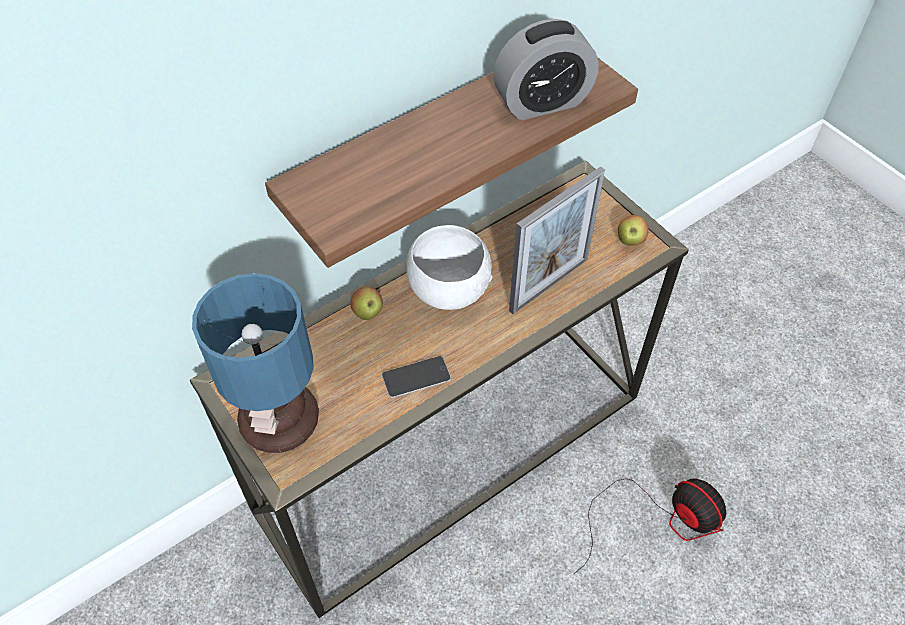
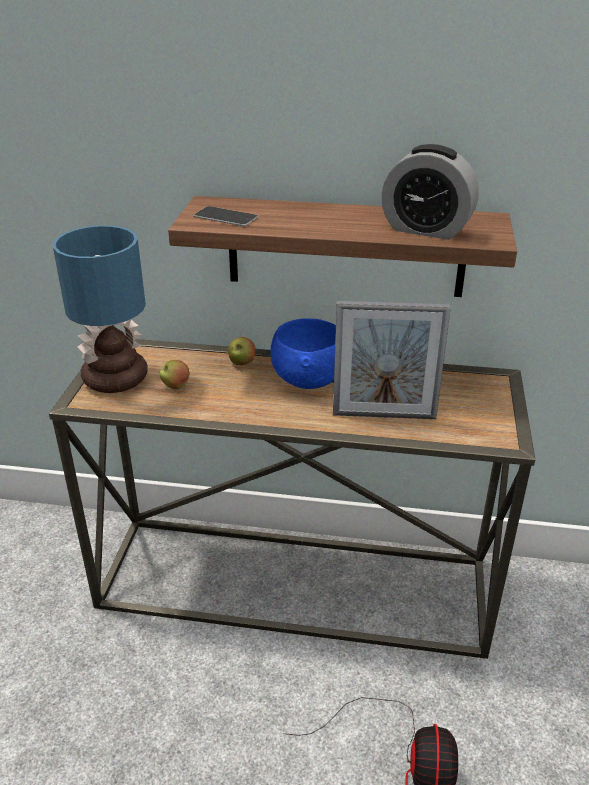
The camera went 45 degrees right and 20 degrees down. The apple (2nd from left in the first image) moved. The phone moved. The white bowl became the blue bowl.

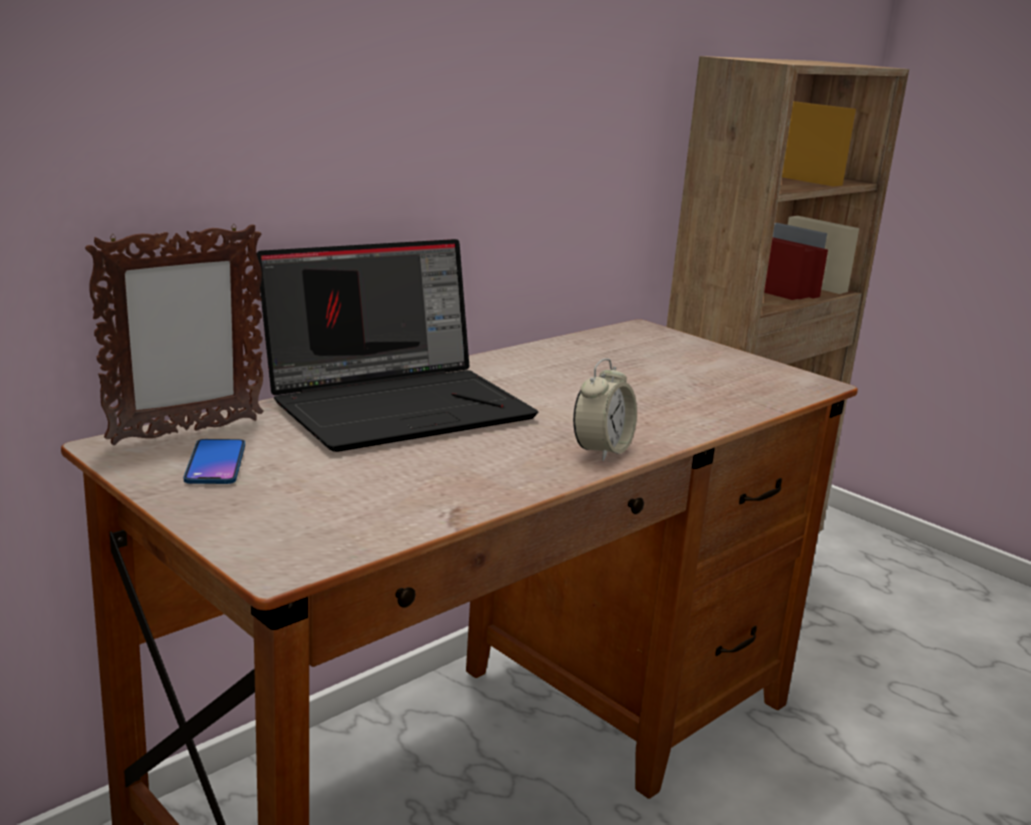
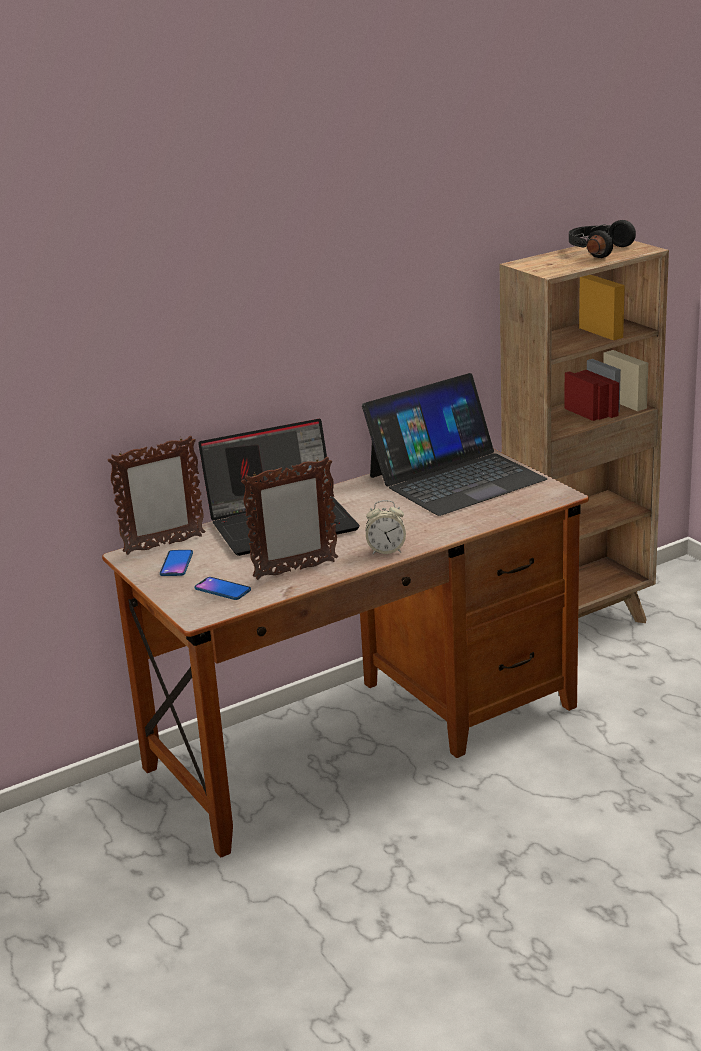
The camera went 15 degrees right and 5 degrees up. The phone (2nd from left) appeared. The picture frame (2nd from left) appeared. The laptop (2nd from left) appeared. The alarm clock turned 45 degrees clockwise. The black headphones appeared.

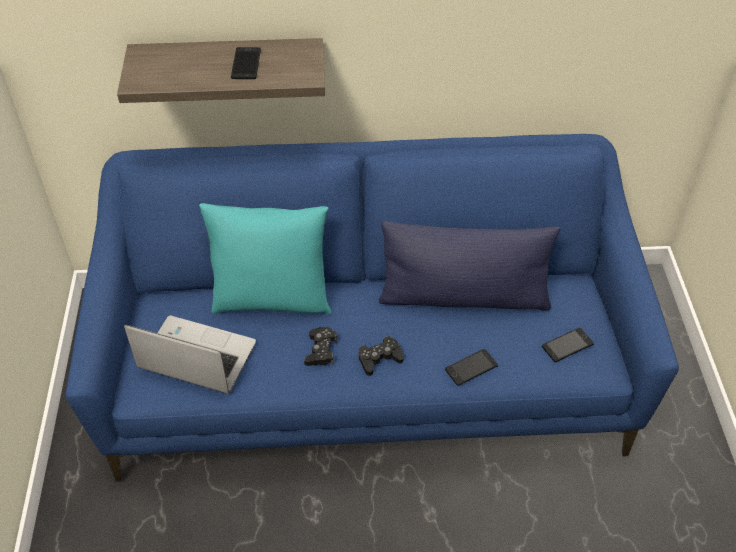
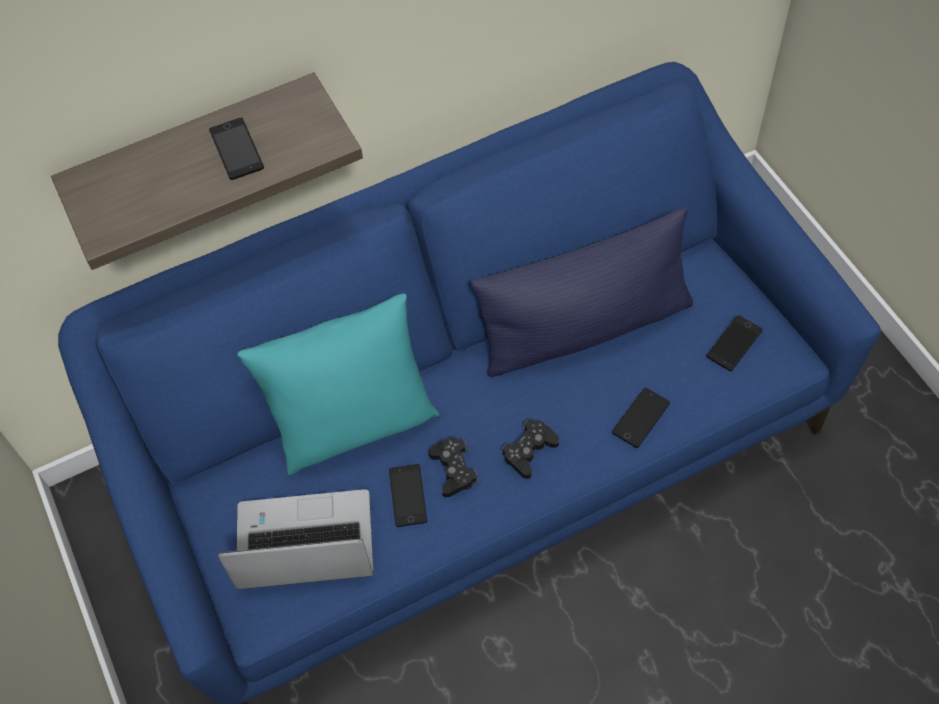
The camera went 20 degrees left and 10 degrees up. The phone (2nd from left) appeared.

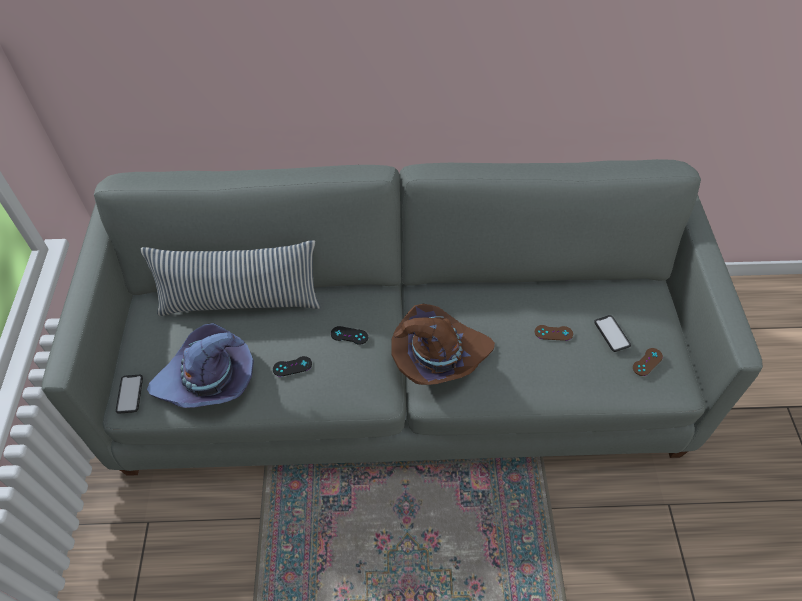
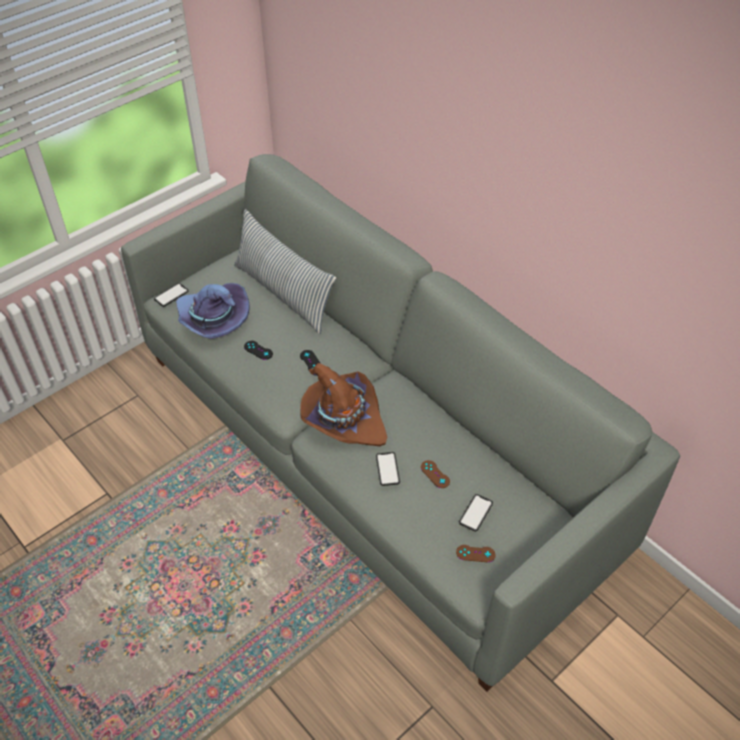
The camera went 50 degrees right and 5 degrees down. The phone (2nd from left) appeared.

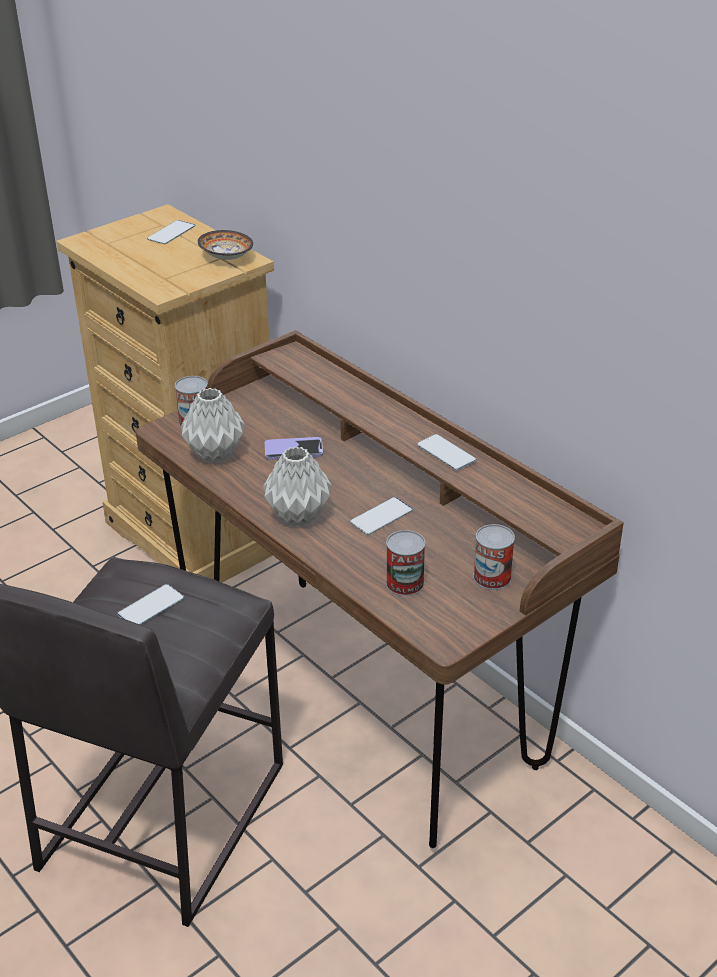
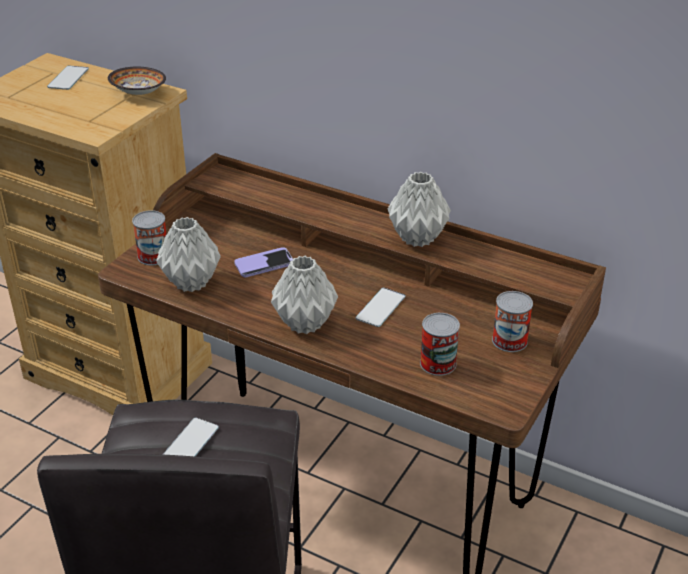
The camera went 20 degrees left and 0 degrees up. The phone (5th from left) was replaced by the grey vase (3rd from left).

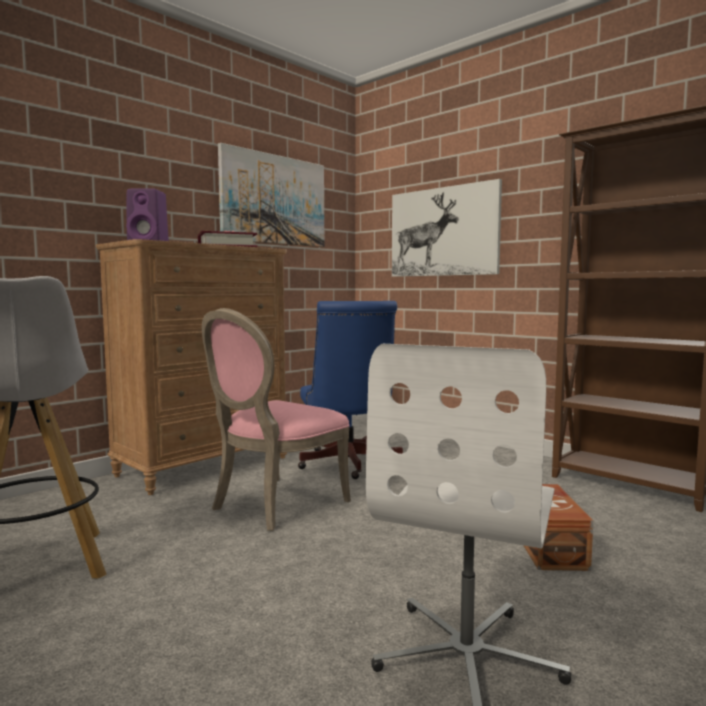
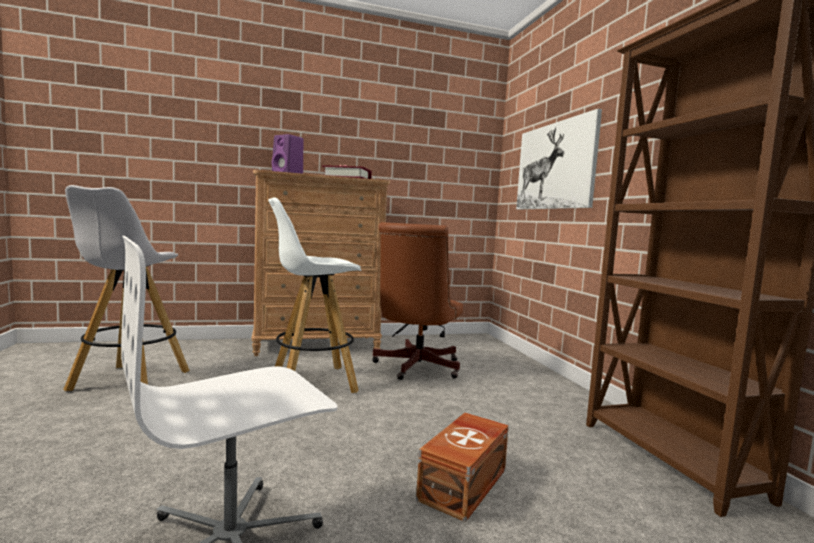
The camera went 30 degrees right and 0 degrees up. The pink chair was replaced by the white stool (2nd from left). The blue office chair became the brown office chair. The picture (1st from left) disappeared.

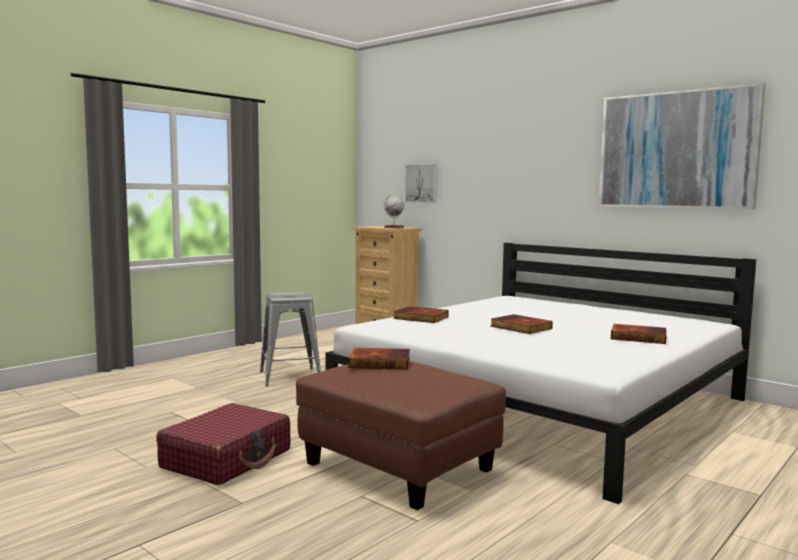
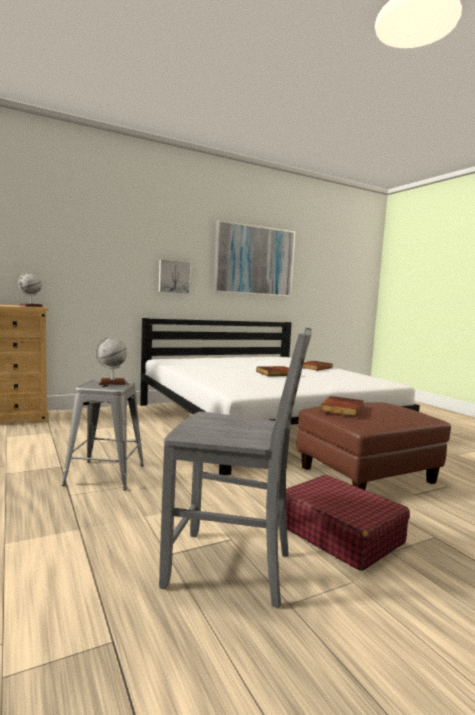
The camera went 70 degrees left and 0 degrees up. The globe (2nd from left) appeared. The picture (1st from left) moved. The grey chair appeared. The book (2nd from left) disappeared.

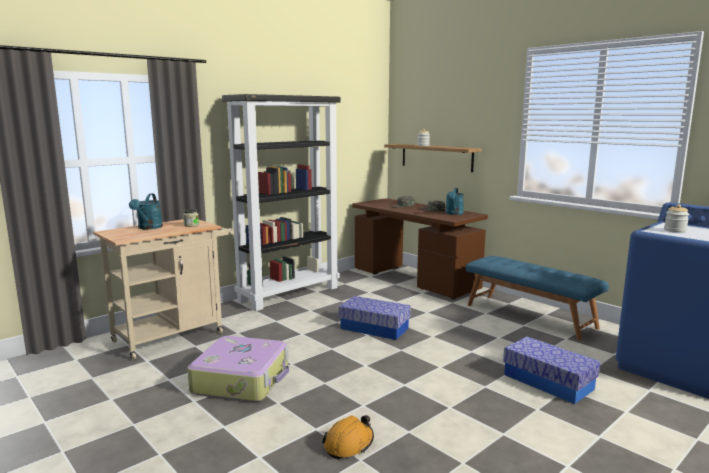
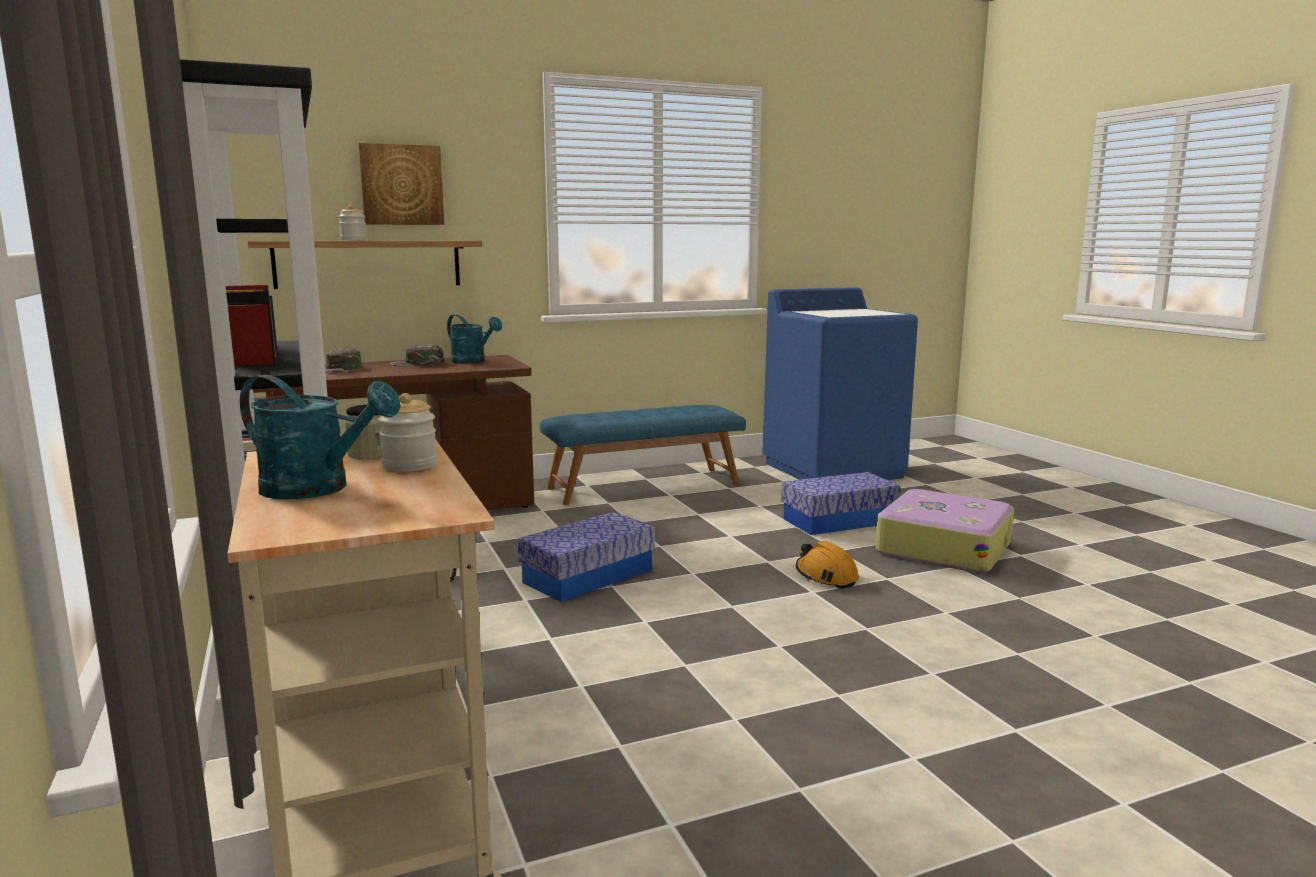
The camera went 70 degrees left and 0 degrees up. The picture appeared. The jar (3rd from left) moved. The orange hard hat moved. The suitcase moved.

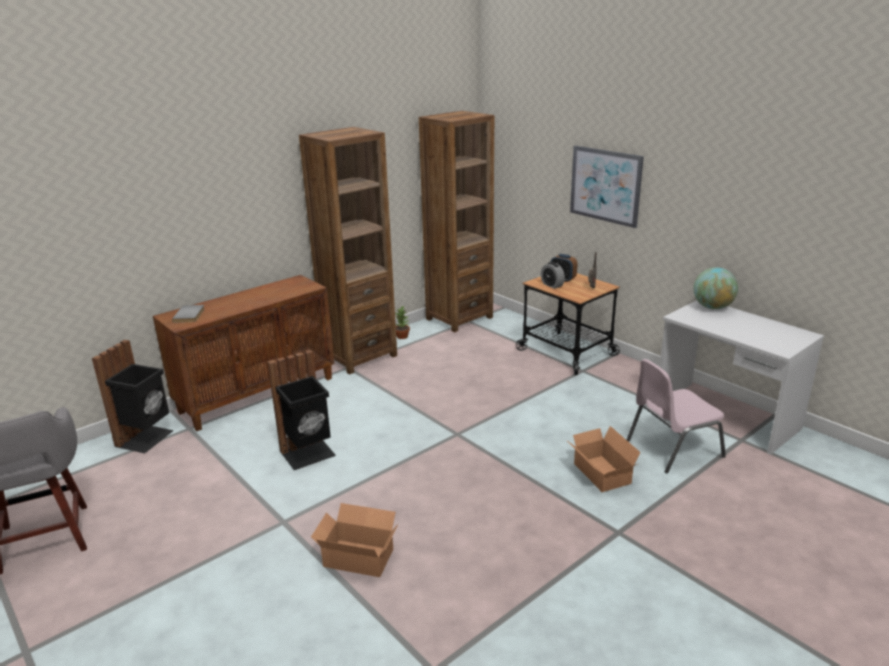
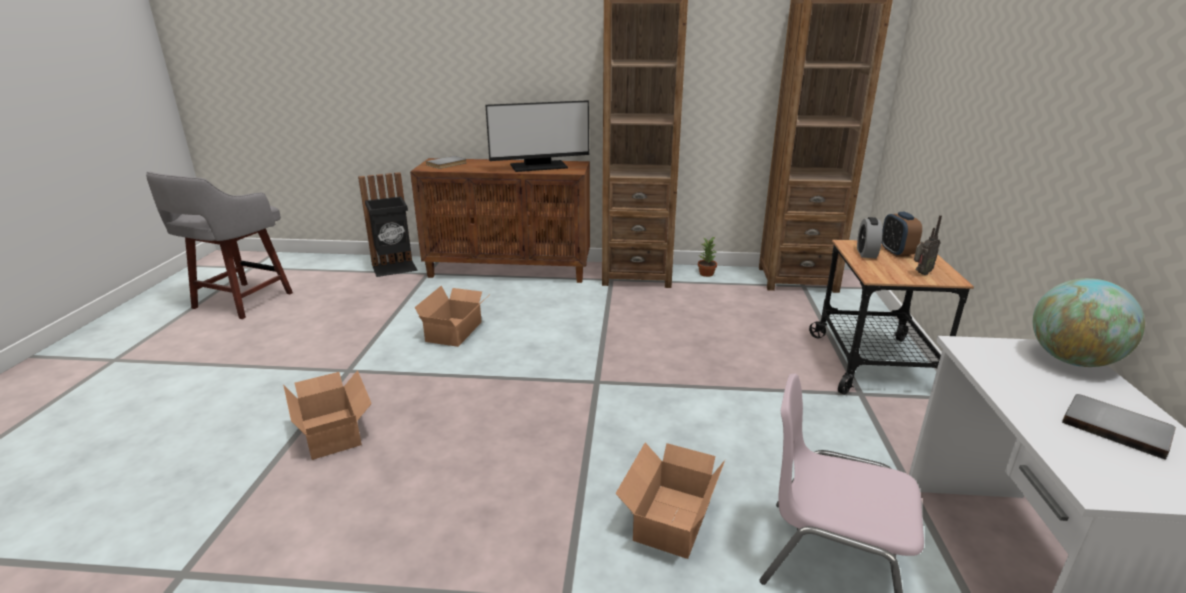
The camera went 45 degrees right and 0 degrees up. The black trash can (2nd from left) was replaced by the cardboard box (2nd from left). The monitor appeared. The grey book (2nd from left) appeared. The picture disappeared.

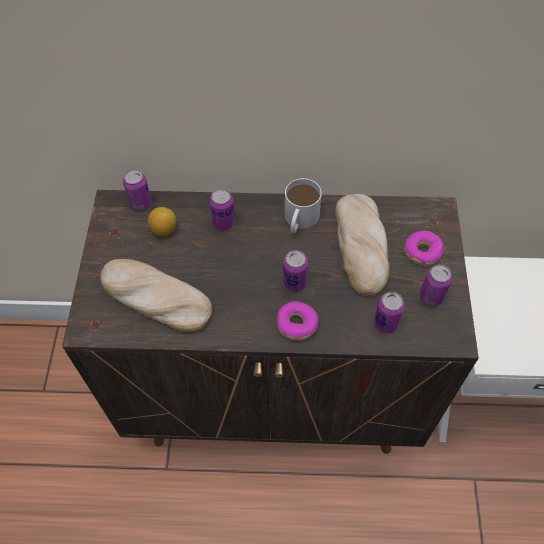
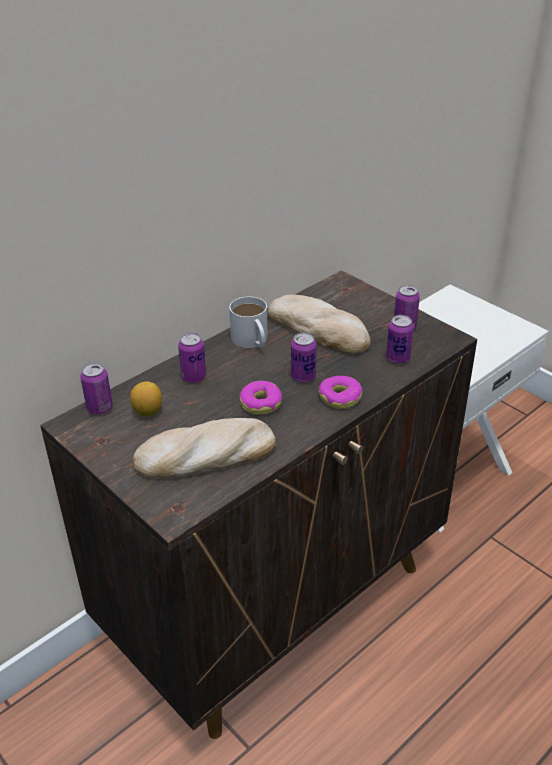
The camera went 45 degrees left and 20 degrees down. The donut (2nd from left in the first image) moved.

